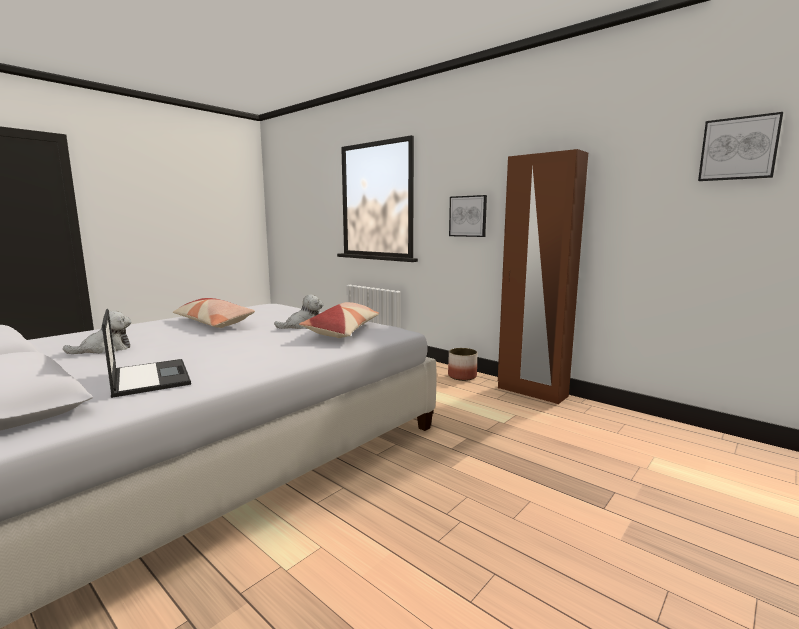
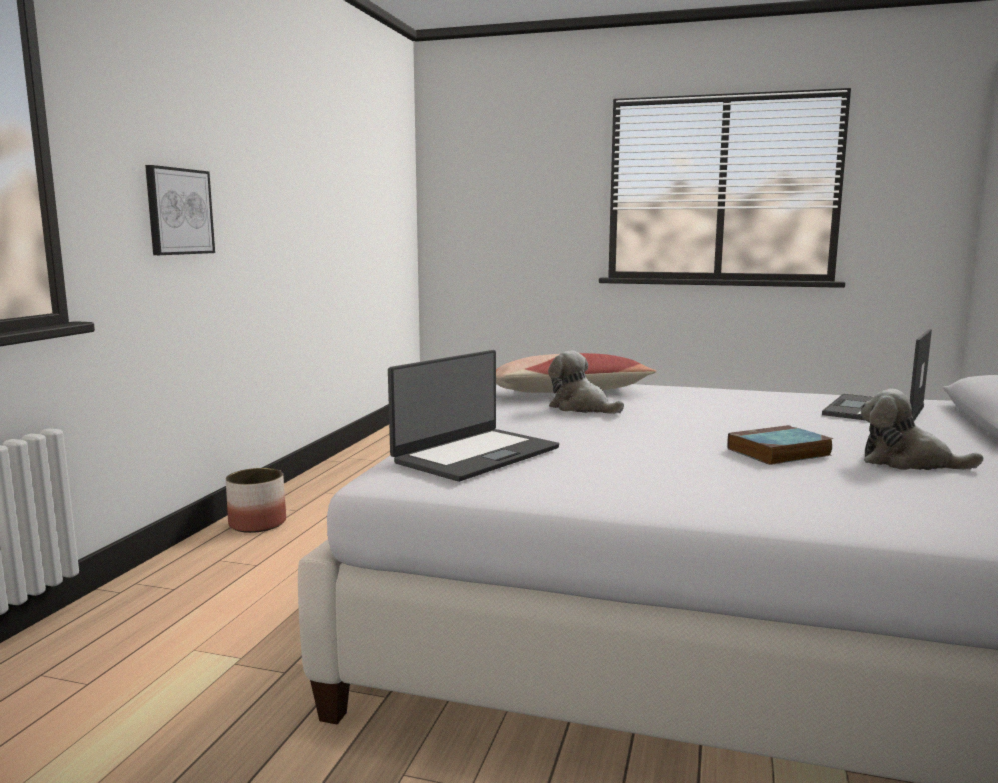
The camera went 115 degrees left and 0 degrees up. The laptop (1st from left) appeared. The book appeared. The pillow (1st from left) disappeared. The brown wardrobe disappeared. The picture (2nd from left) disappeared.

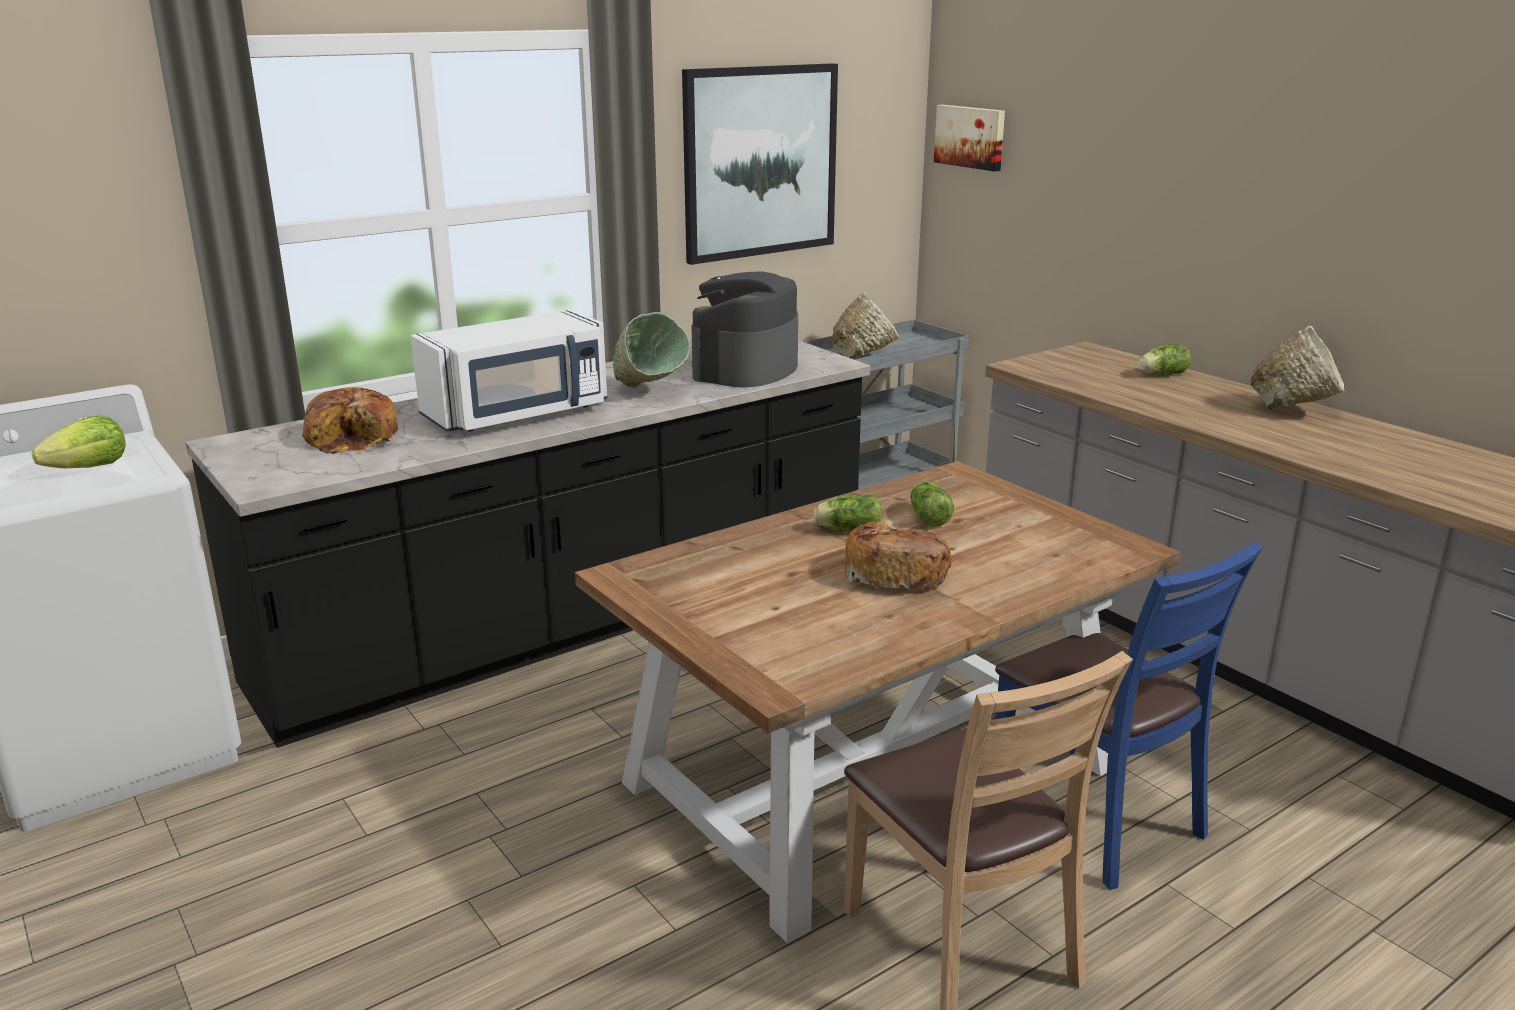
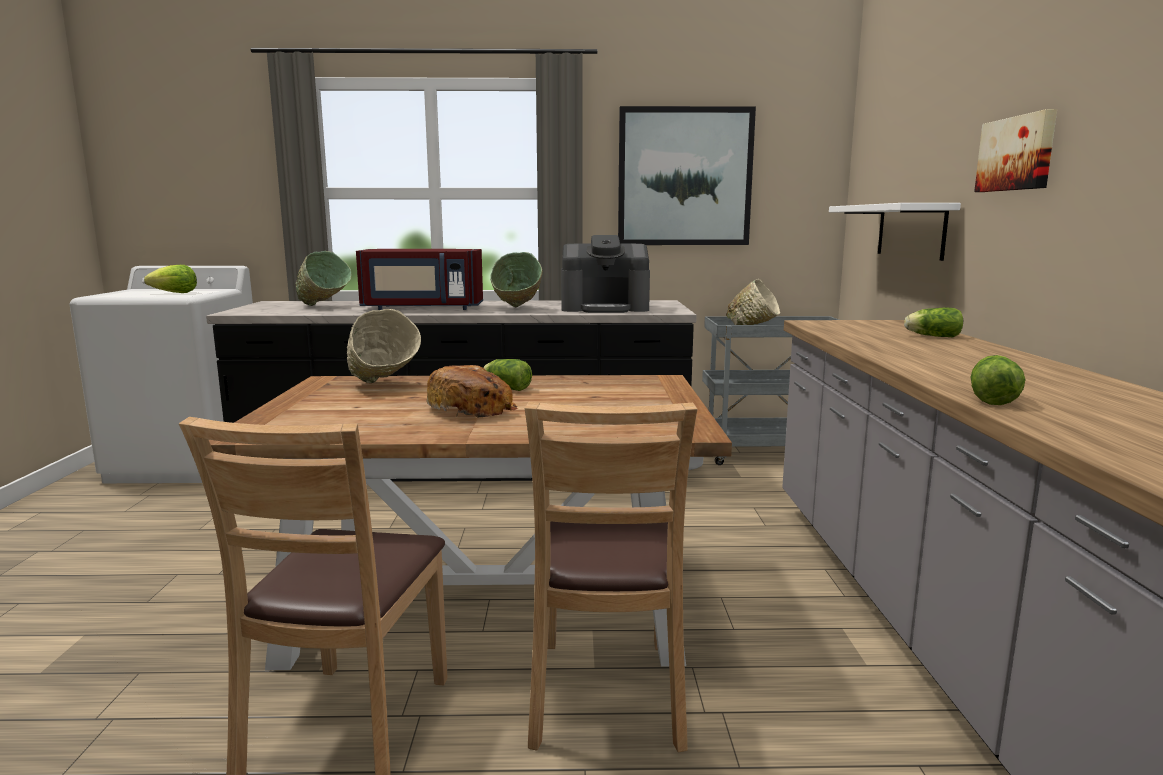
The camera went 35 degrees right and 10 degrees down. The bread (1st from left) was replaced by the green bowl (1st from left). The beige bowl (2nd from left in the first image) moved. The white microwave became the red microwave. The blue chair became the brown chair (2nd from left). The coffee machine turned 150 degrees counterclockwise. The white shelf appeared. The lettuce (3rd from left in the first image) moved. The picture (2nd from left) moved.

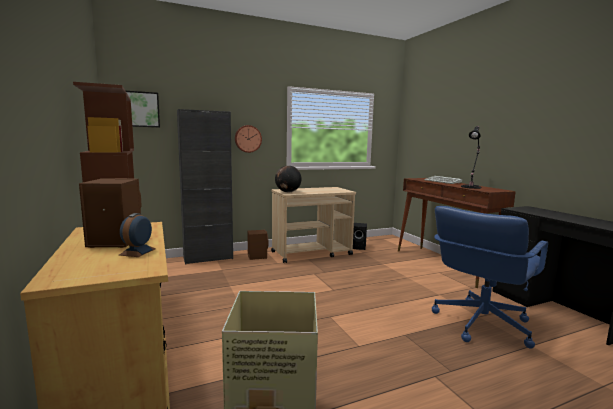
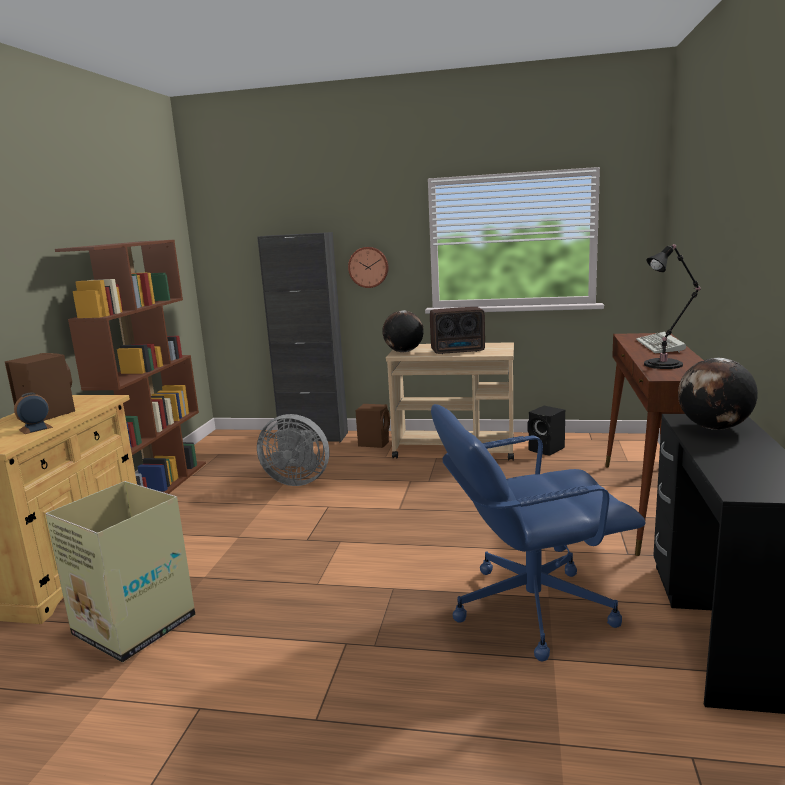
The camera went 35 degrees right and 5 degrees up. The grey fan appeared. The radio appeared. The globe (2nd from left) appeared. The picture disappeared.

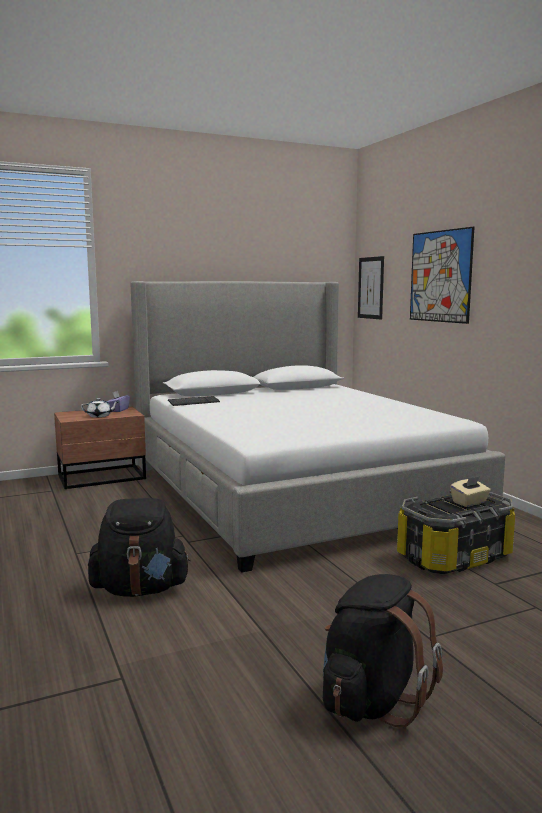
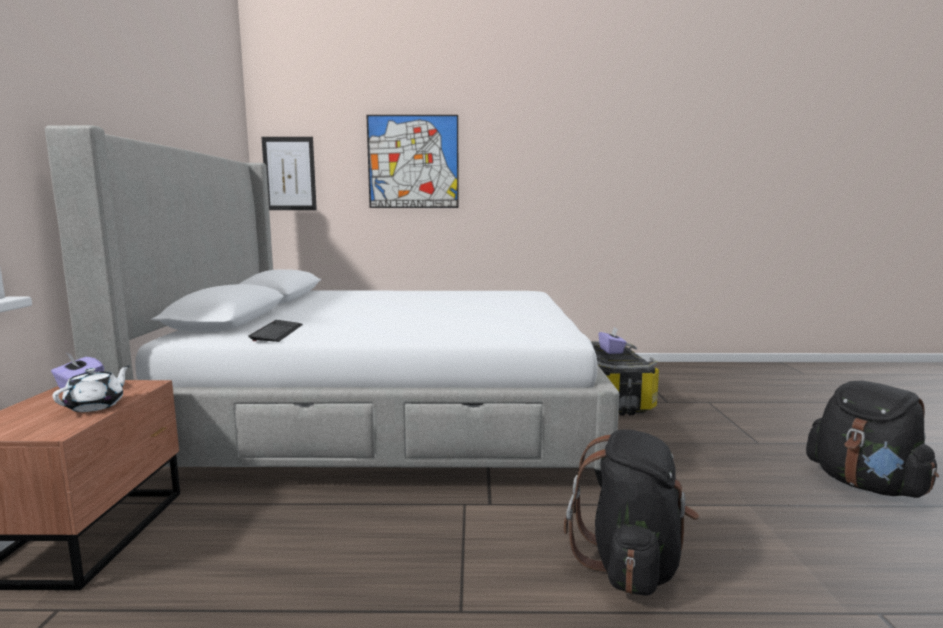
The camera went 65 degrees left and 0 degrees up. The beige tissue box became the purple tissue box (2nd from left).

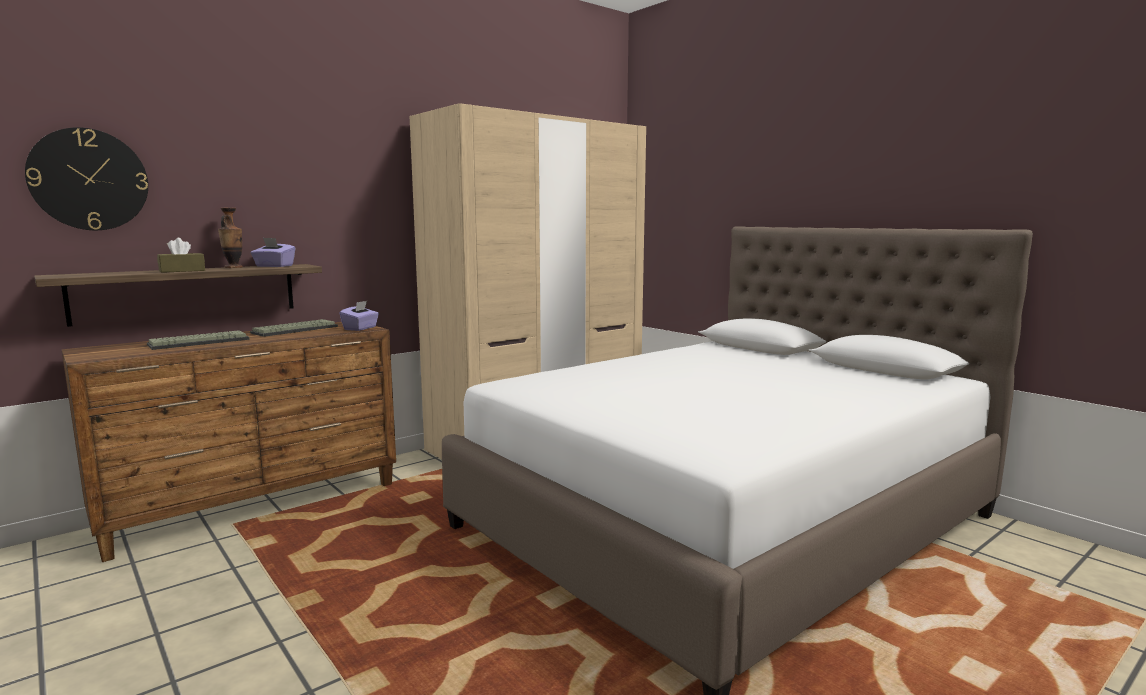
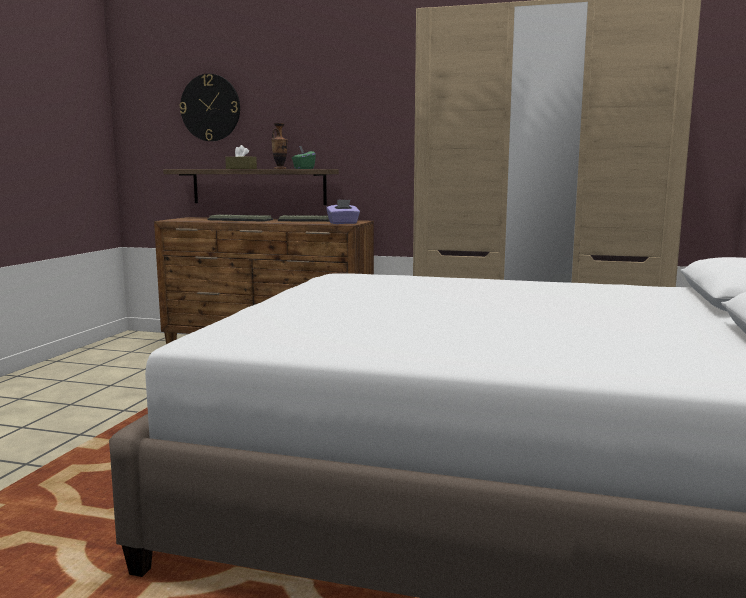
The camera went 55 degrees right and 0 degrees up. The purple tissue box (1st from left) became the green tissue box.

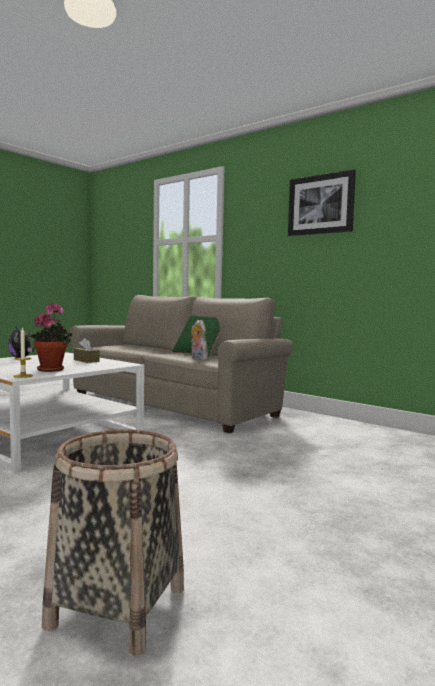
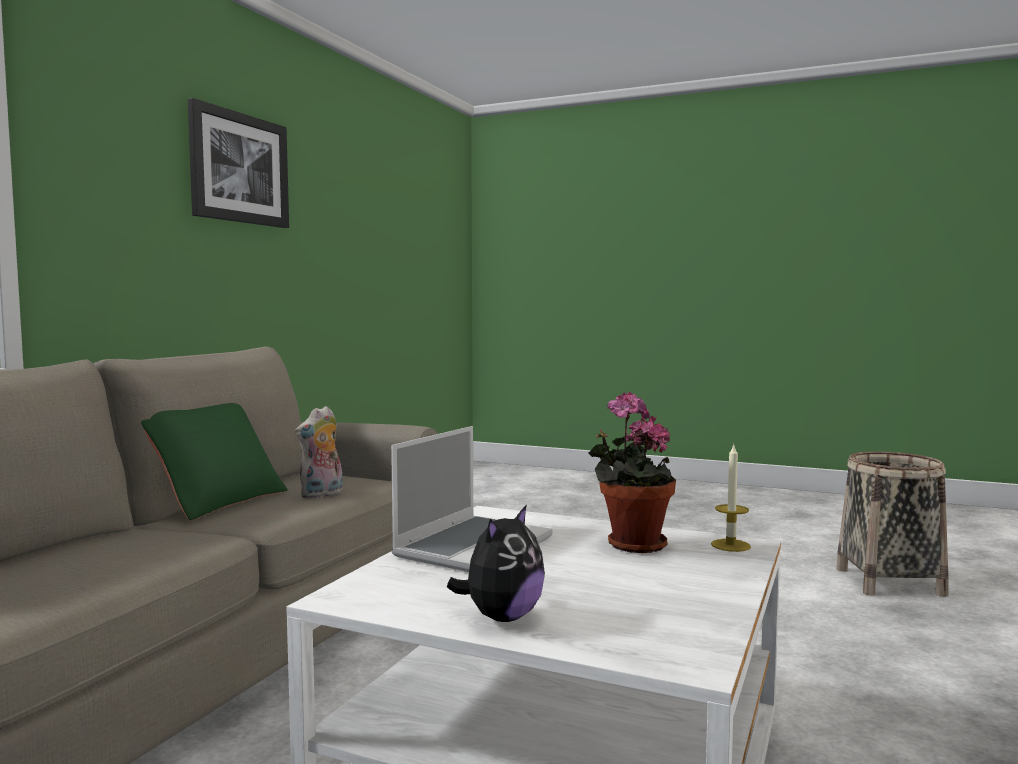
The camera went 105 degrees left and 0 degrees up. The brown tissue box was replaced by the laptop.

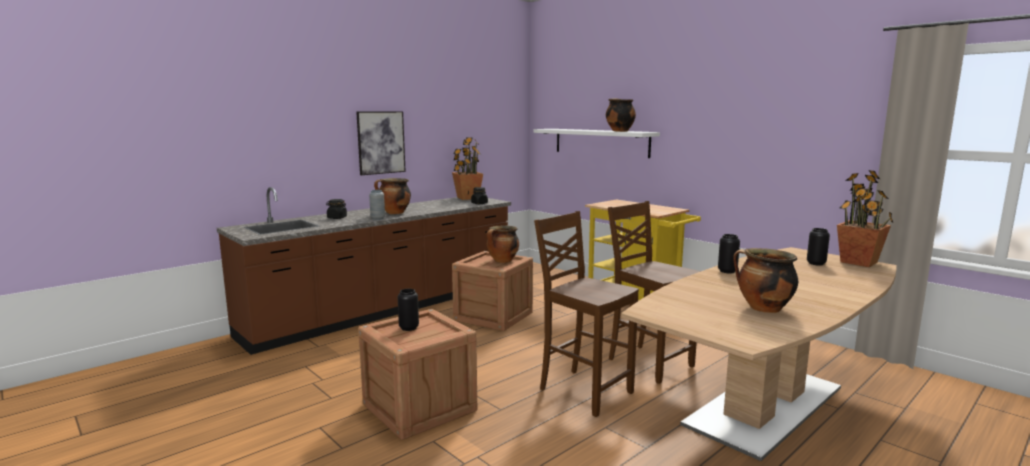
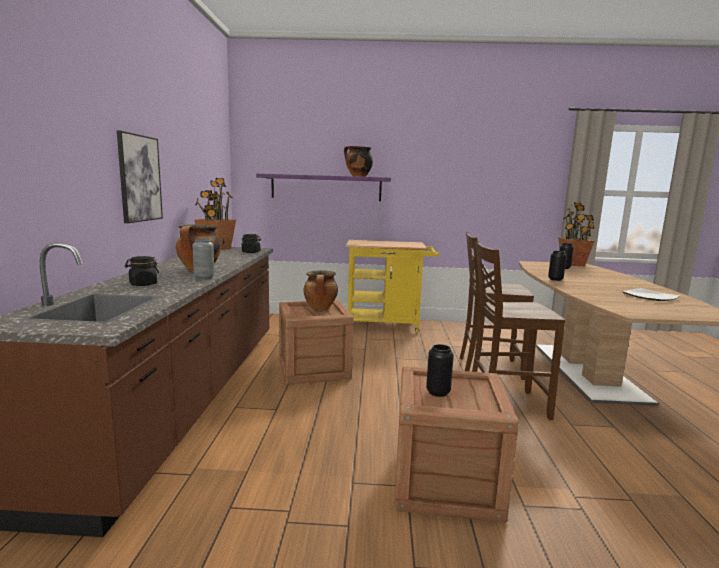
The camera went 45 degrees left and 0 degrees up. The white shelf became the purple shelf. The cooking pot (4th from left) was replaced by the plate.

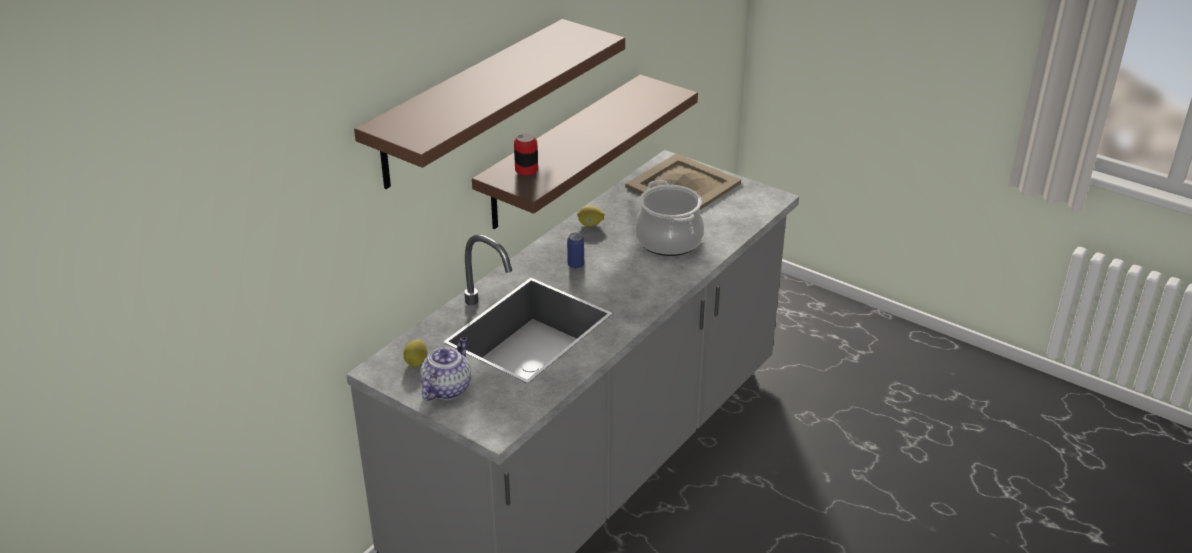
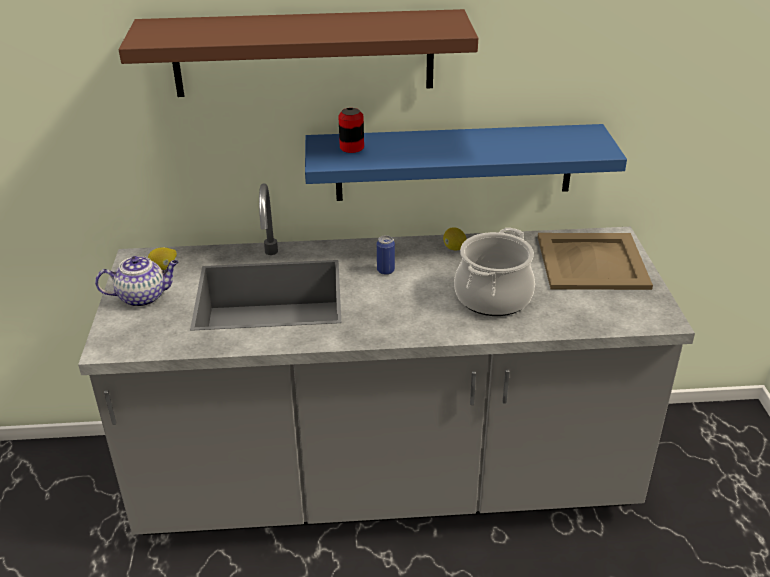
The camera went 50 degrees right and 0 degrees up. The brown shelf (2nd from left) became the blue shelf.

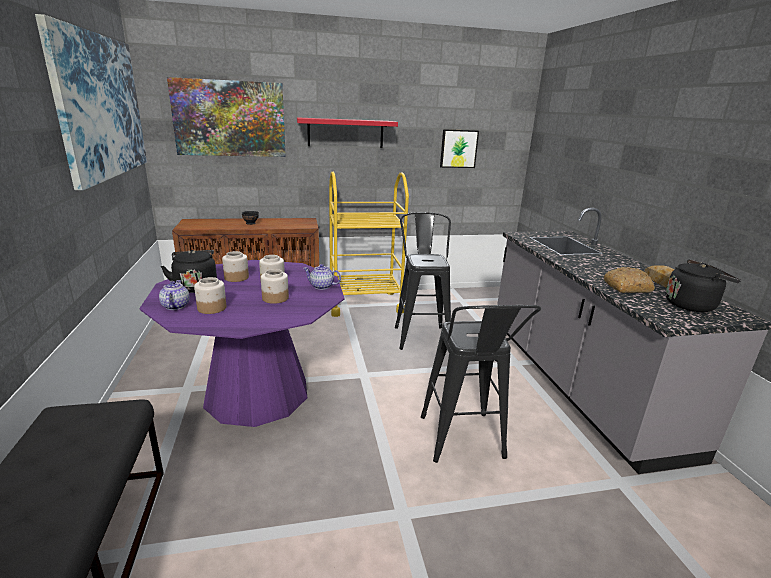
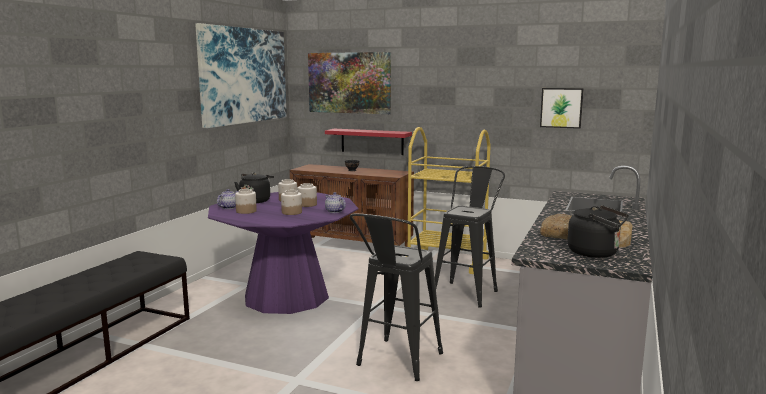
The camera went 35 degrees right and 10 degrees down. The red shelf moved.

